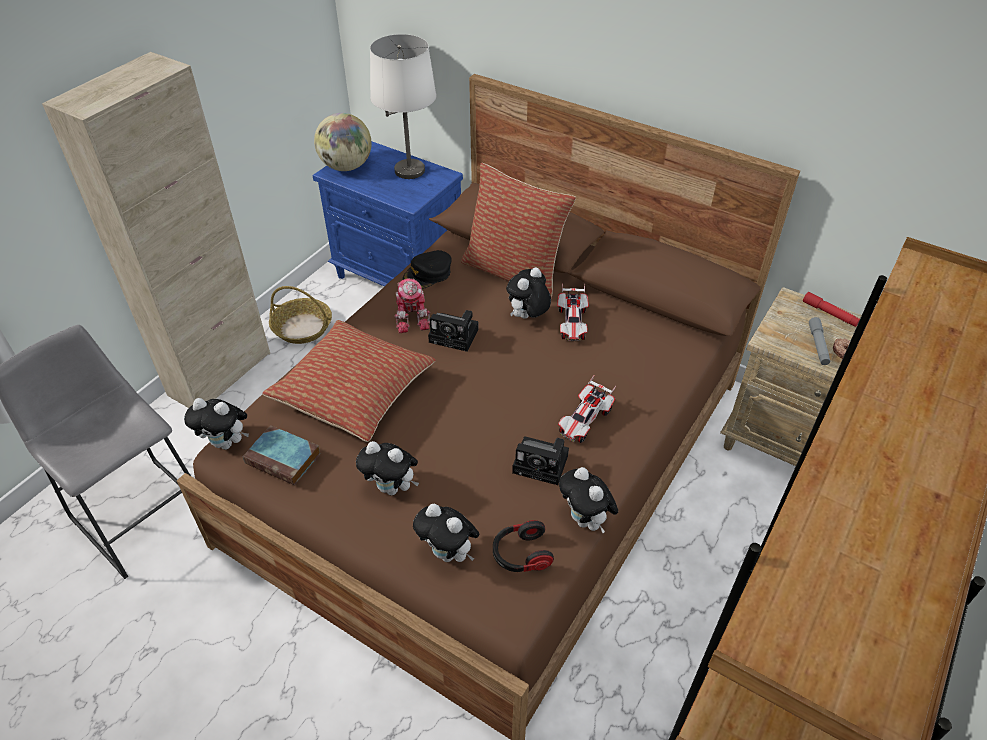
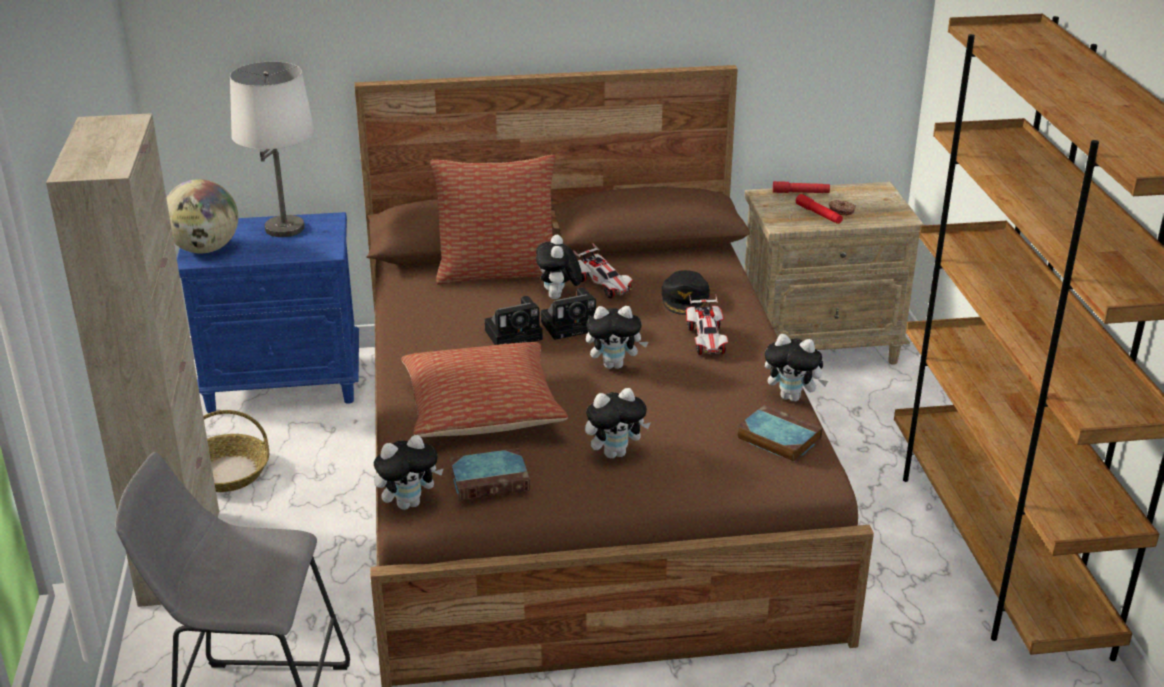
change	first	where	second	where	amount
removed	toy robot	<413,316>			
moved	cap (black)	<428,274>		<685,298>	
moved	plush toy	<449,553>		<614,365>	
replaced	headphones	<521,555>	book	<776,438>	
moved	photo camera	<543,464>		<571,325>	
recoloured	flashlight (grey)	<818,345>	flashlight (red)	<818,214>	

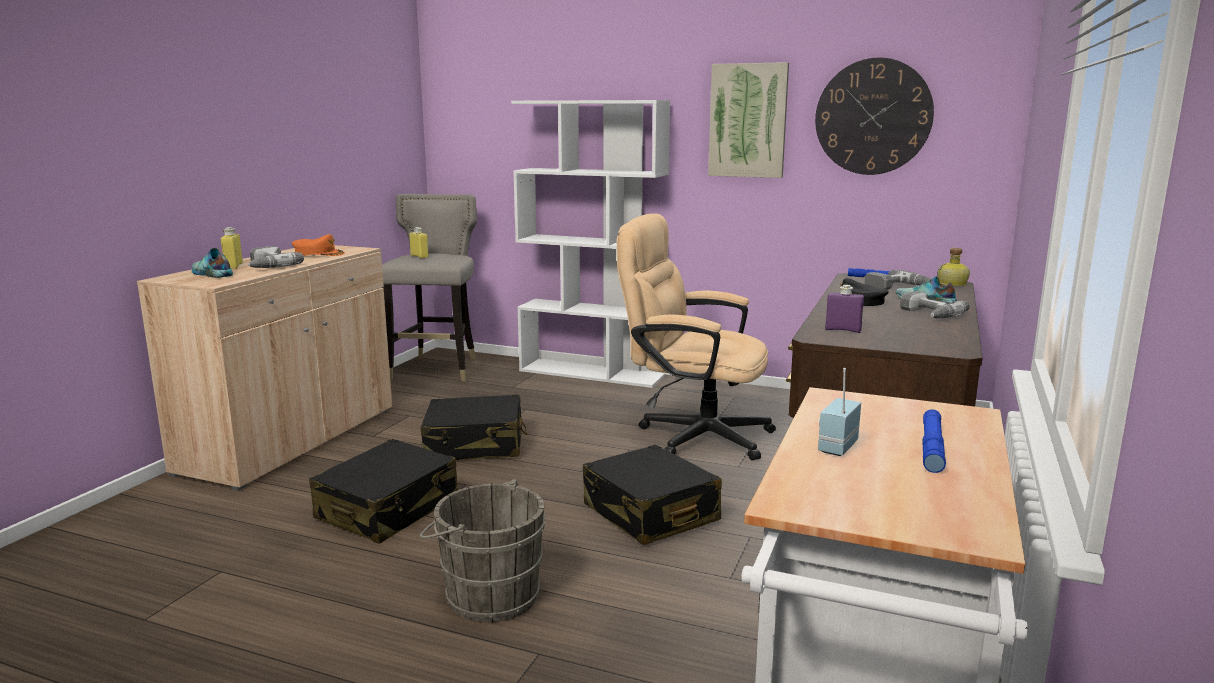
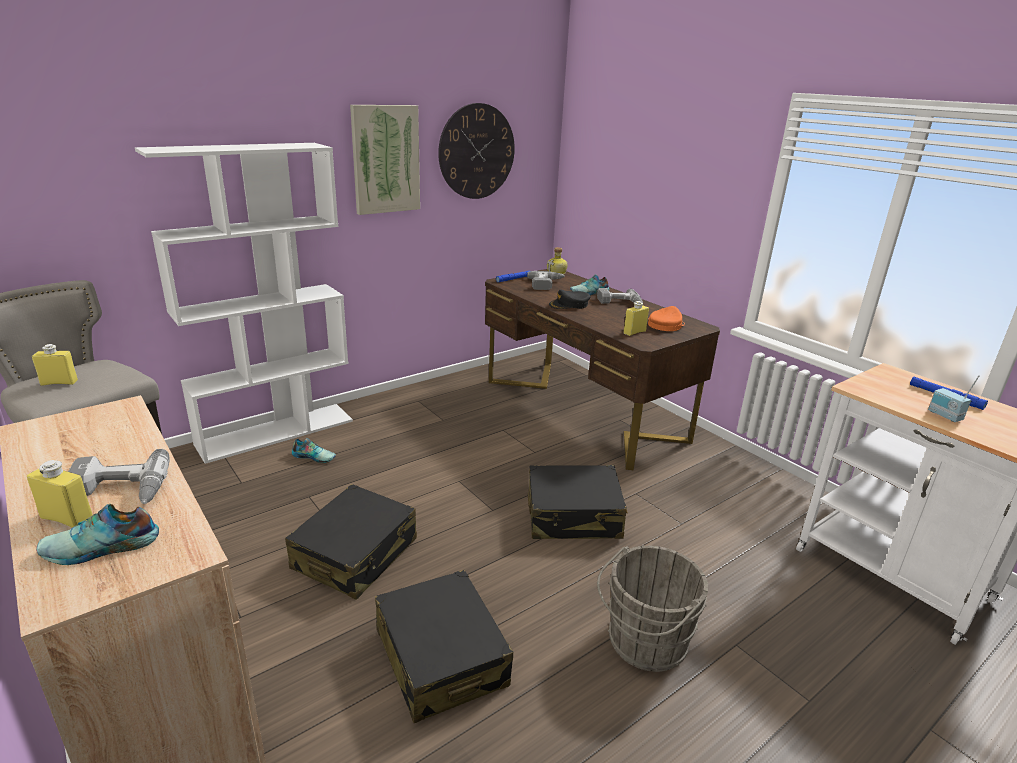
change	first	where	second	where	amount
moved	cap (orange)	<319,253>		<665,325>	
removed	office chair (beige)	<693,435>			
recoloured	bottle (purple)	<843,330>	bottle (yellow)	<634,332>	
added			shoe	<314,456>	

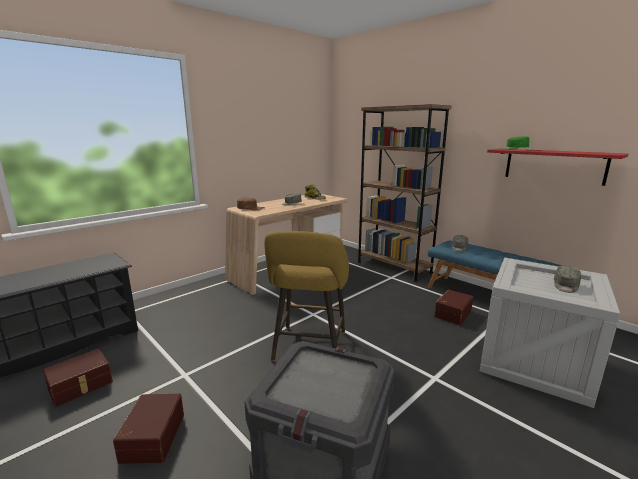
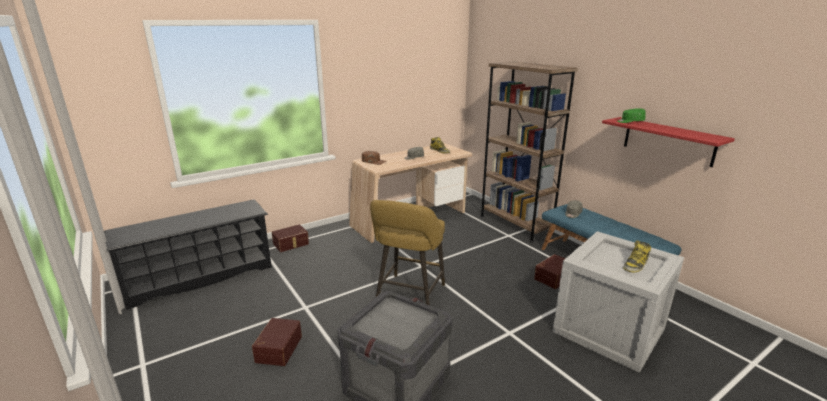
change	first	where	second	where	amount
moved	storage box (brown)	<81,385>		<291,244>	
replaced	cap (grey)	<565,286>	boot	<635,265>	

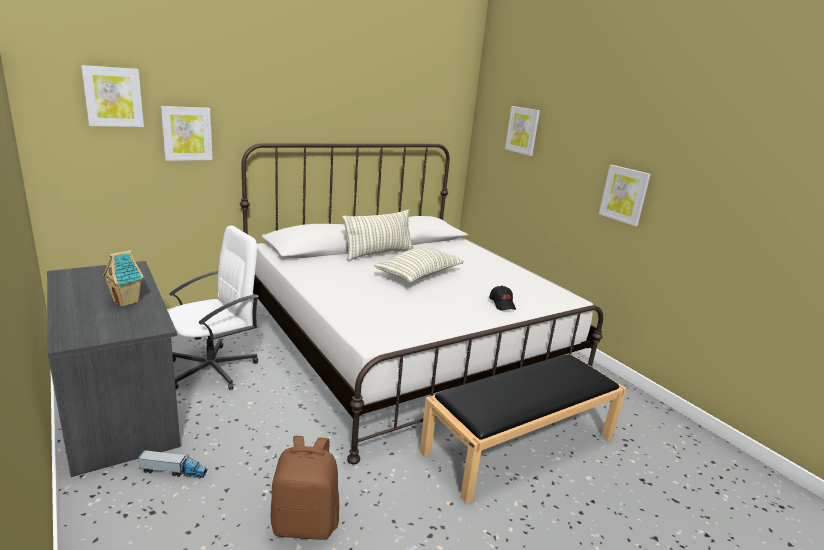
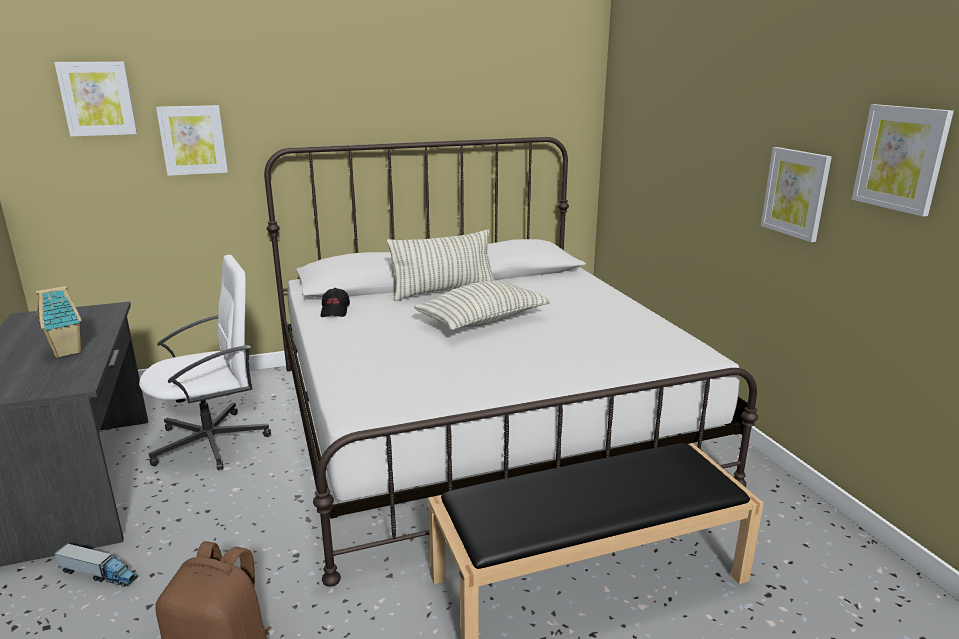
change	first	where	second	where	amount
moved	cap (black)	<502,304>		<335,311>	
moved	picture	<522,130>		<901,158>	

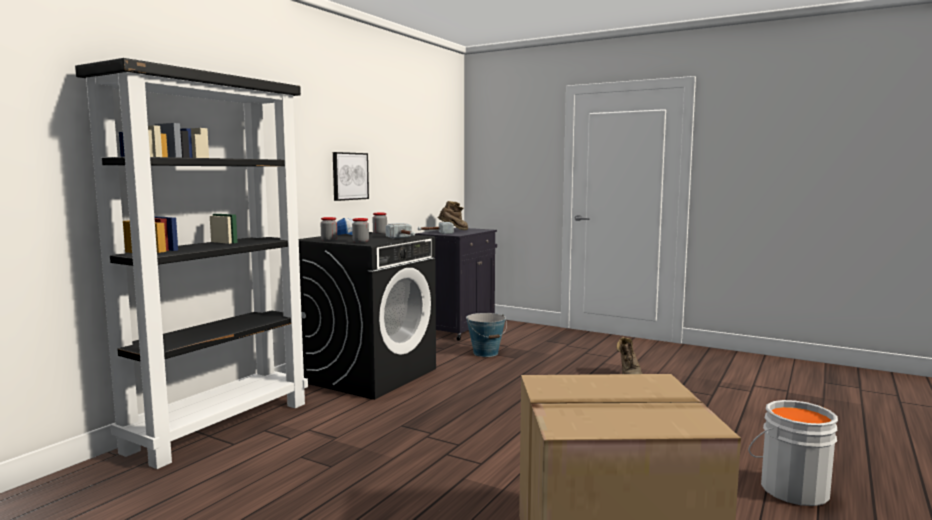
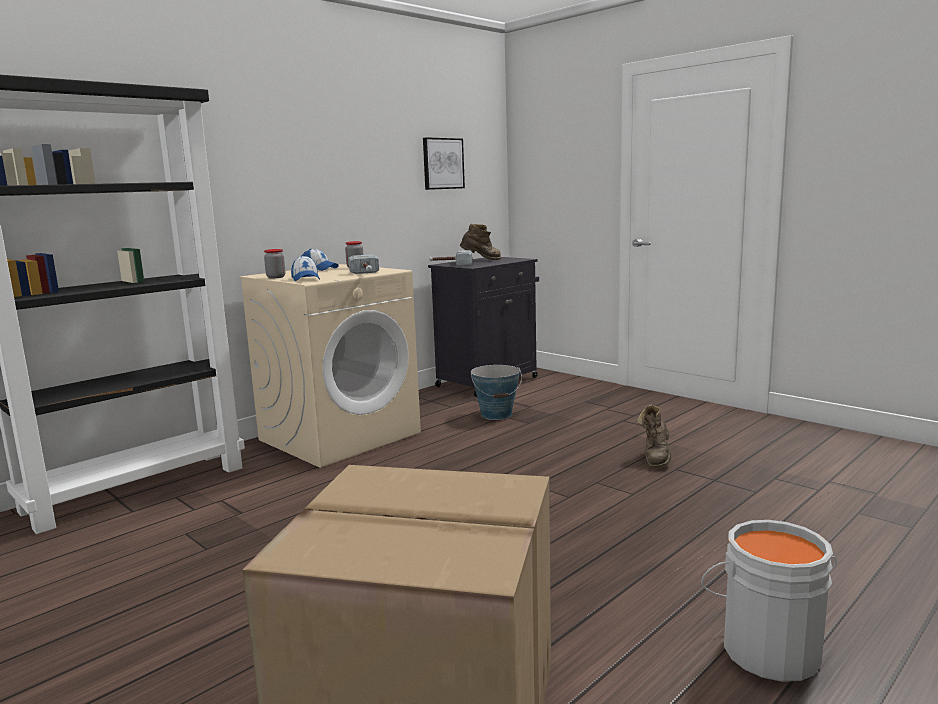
change	first	where	second	where	amount
recoloured	washing machine (black)	<369,375>	washing machine (beige)	<340,436>	
moved	picture	<349,176>		<442,163>	
replaced	jar	<360,242>	cap	<305,279>	

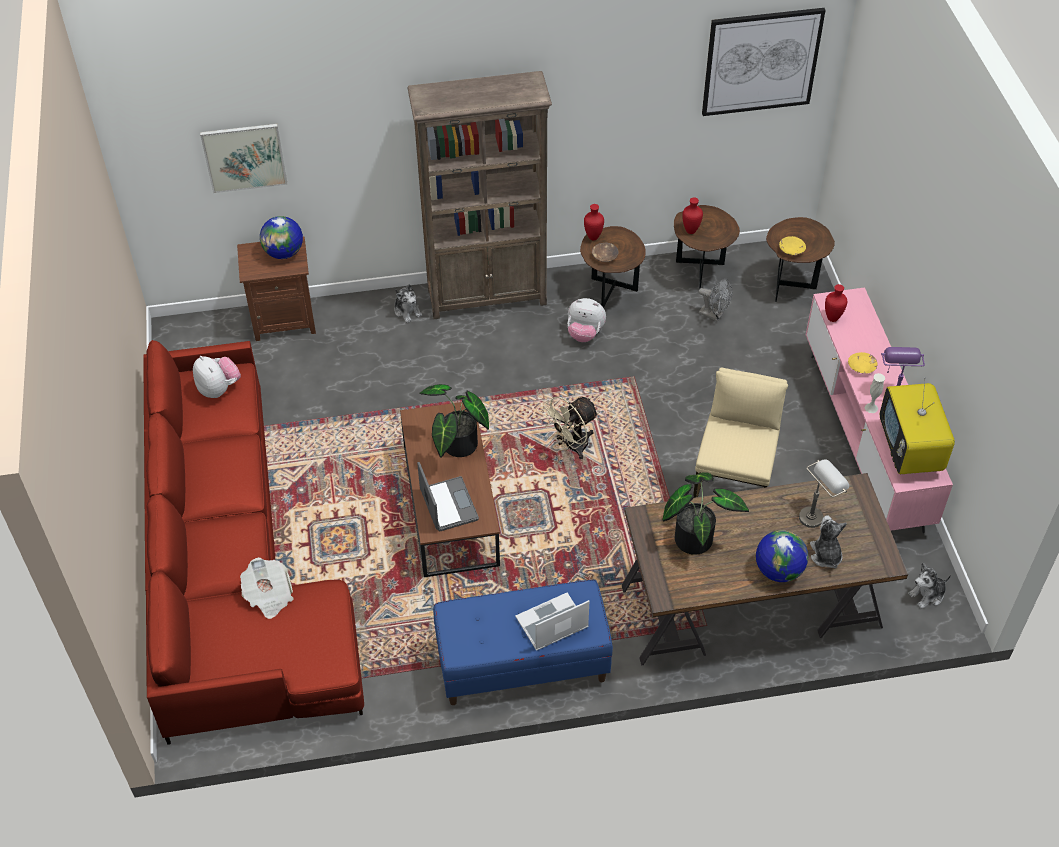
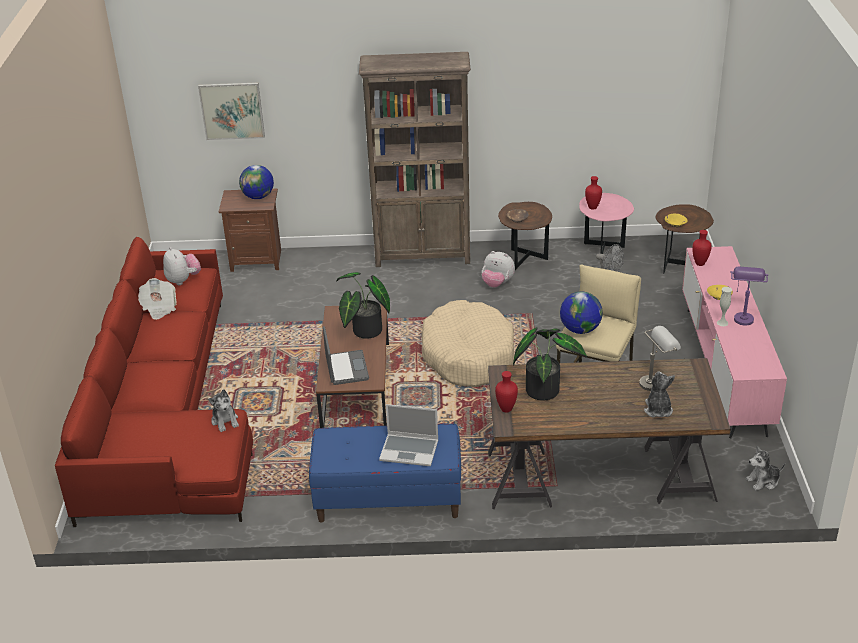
change	first	where	second	where	amount
moved	newspaper	<268,596>		<159,308>	
moved	plush toy	<407,311>		<225,421>	
turned	laptop	<551,624>		<410,450>	150 degrees counterclockwise
replaced	fan (beige)	<571,447>	dog bed (beige)	<468,355>	
moved	vase (red)	<592,237>		<505,409>	
recoloured	side table (brown)	<700,274>	side table (pink)	<603,252>	
removed	picture	<761,61>			
moved	globe	<778,570>		<580,329>	
removed	television	<910,451>			

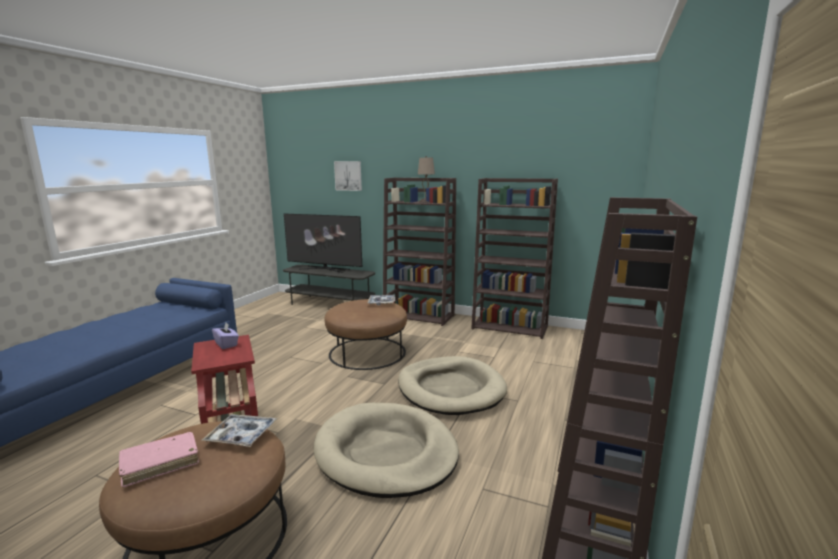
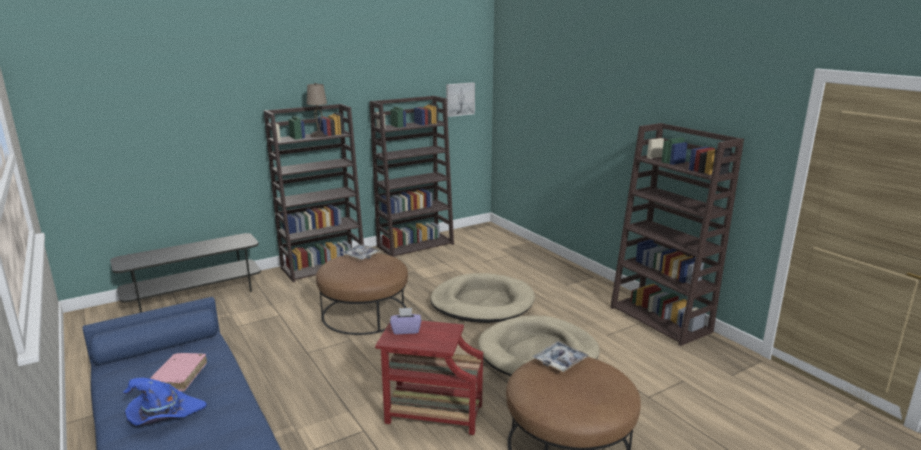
change	first	where	second	where	amount
moved	book (pink)	<160,464>		<179,377>	
removed	television	<324,269>			
moved	picture	<348,175>		<459,99>	
added			hat (blue)	<164,415>	

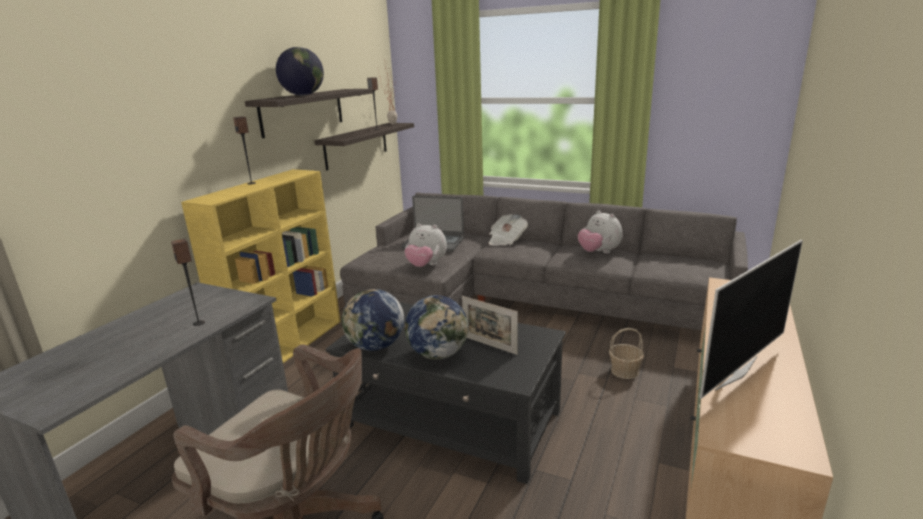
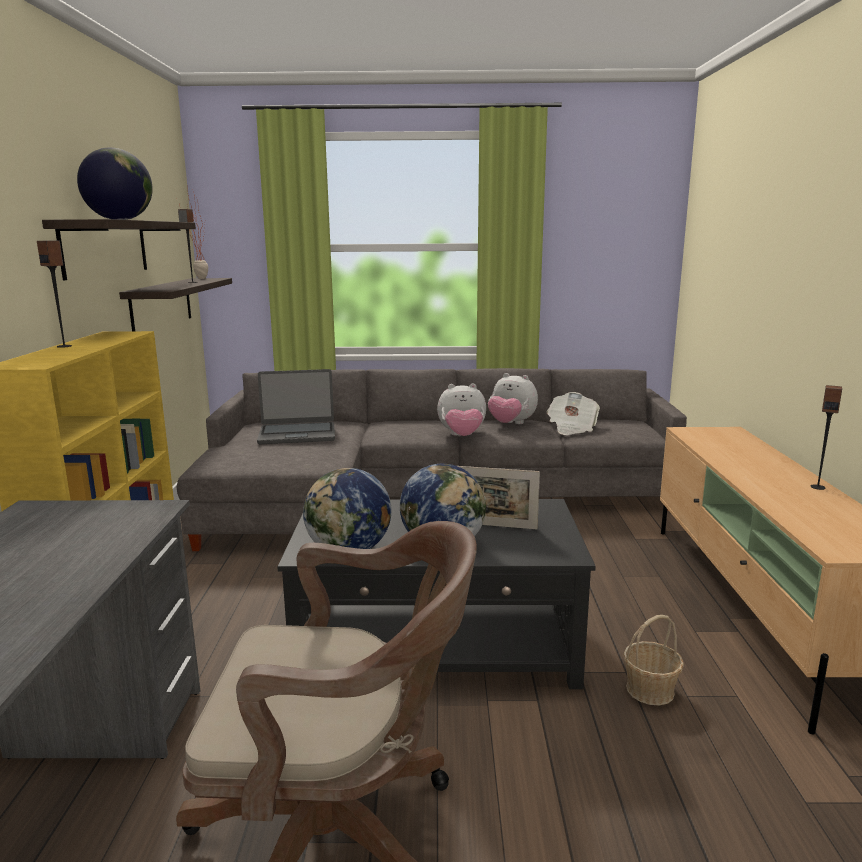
change	first	where	second	where	amount
moved	speaker	<199,323>		<817,487>	
moved	plush toy	<426,266>		<462,436>	
moved	newspaper	<506,240>		<571,428>	
moved	basket	<625,371>		<650,690>	
removed	television	<735,372>			

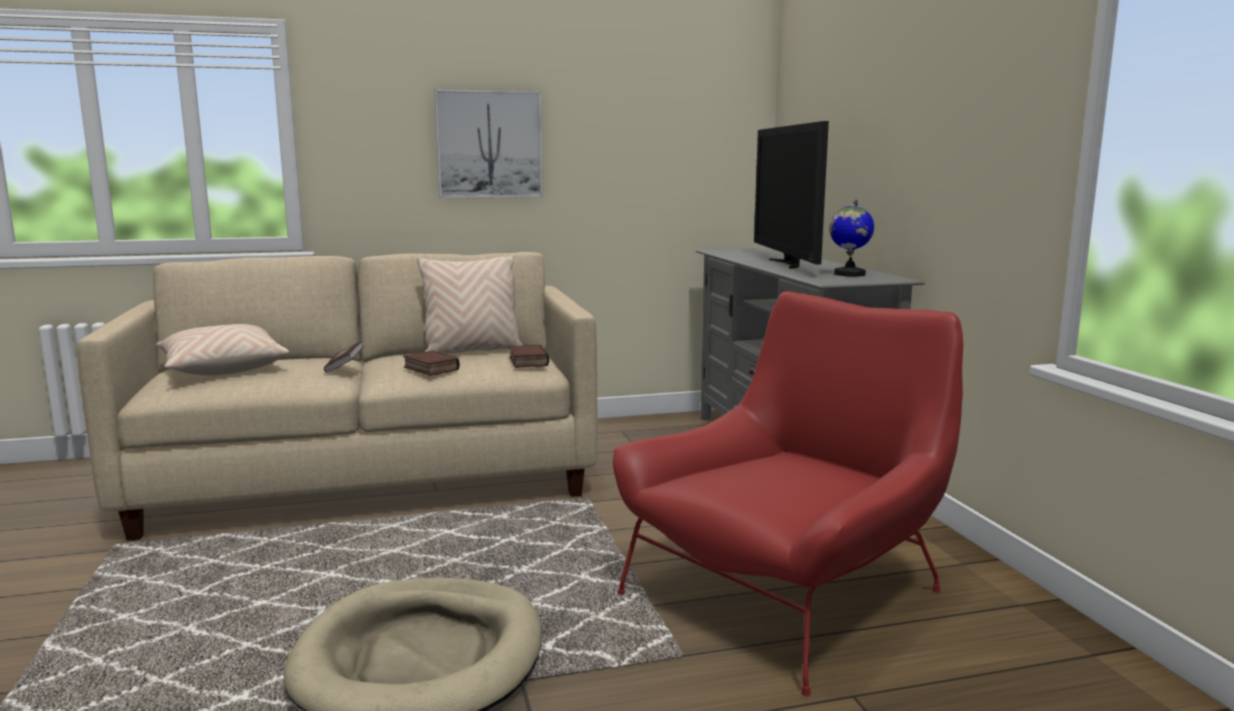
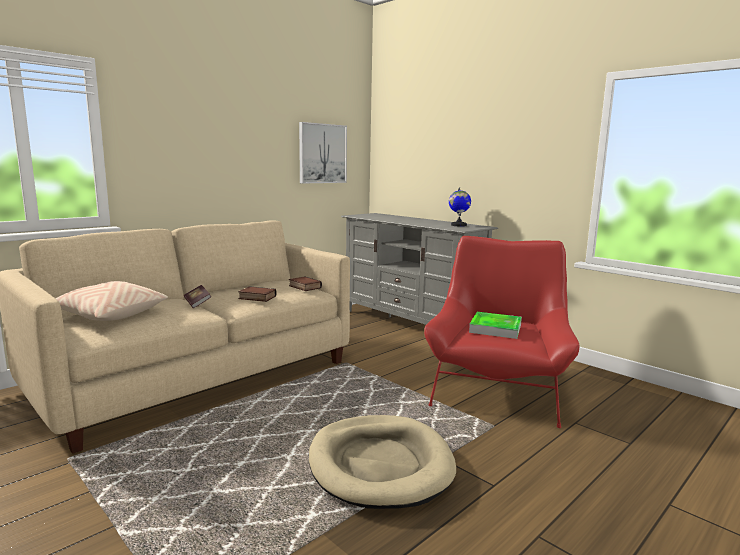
change	first	where	second	where	amount
removed	pillow (beige)	<472,352>			
moved	picture	<489,144>		<322,153>	
removed	television	<787,263>			
added			tray	<495,328>	

